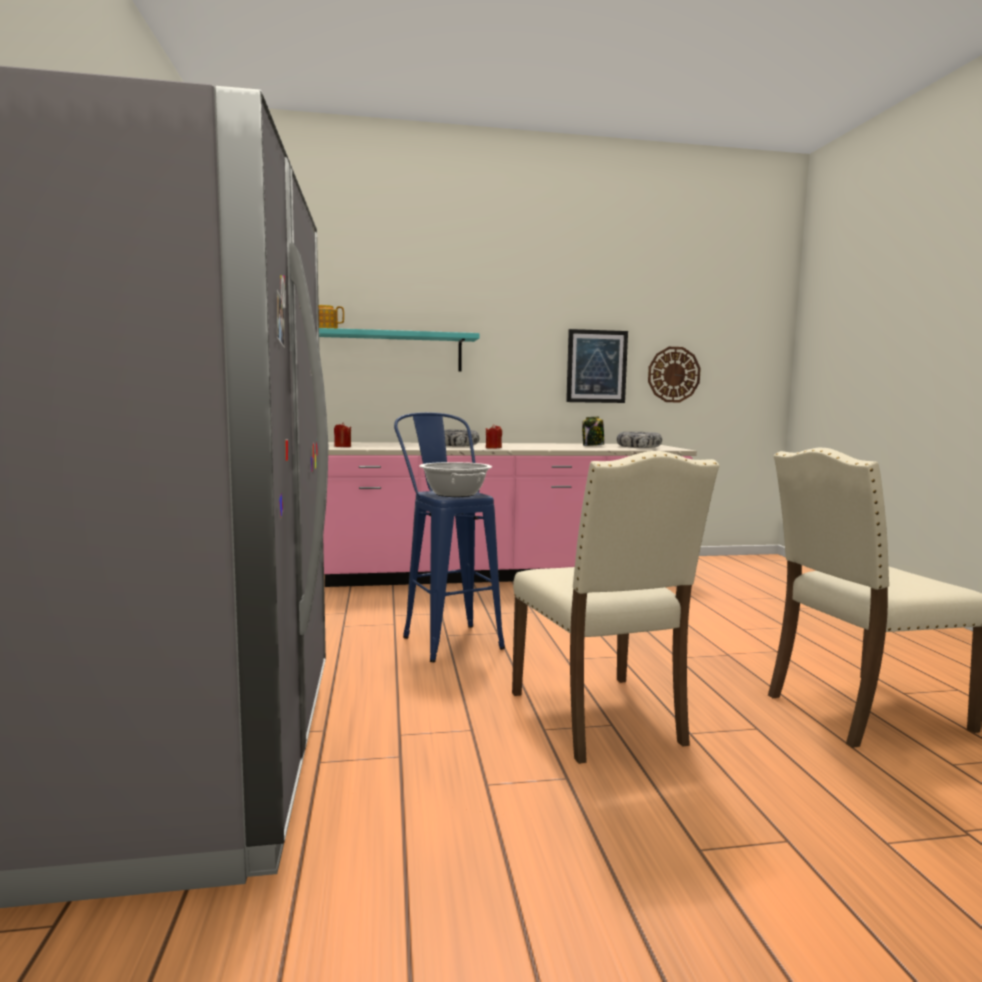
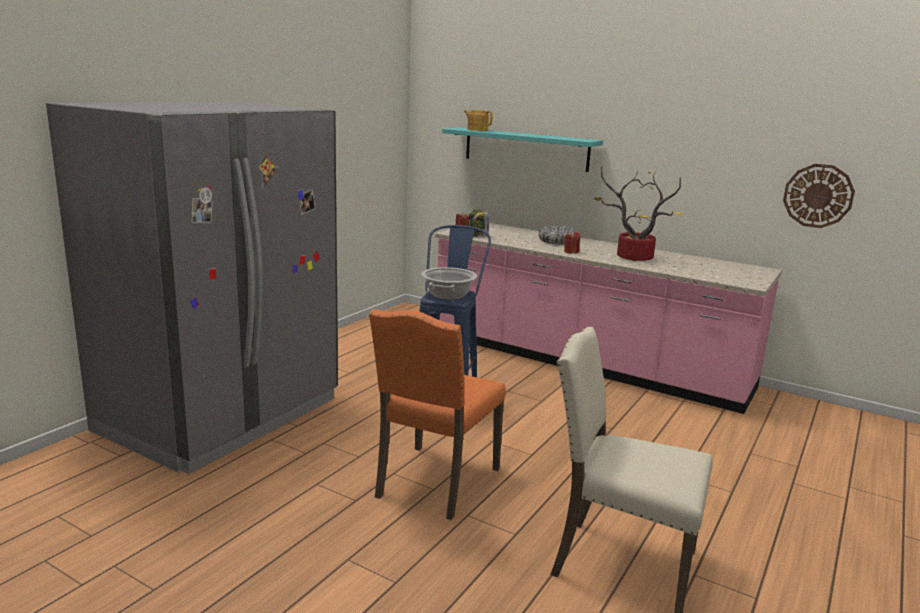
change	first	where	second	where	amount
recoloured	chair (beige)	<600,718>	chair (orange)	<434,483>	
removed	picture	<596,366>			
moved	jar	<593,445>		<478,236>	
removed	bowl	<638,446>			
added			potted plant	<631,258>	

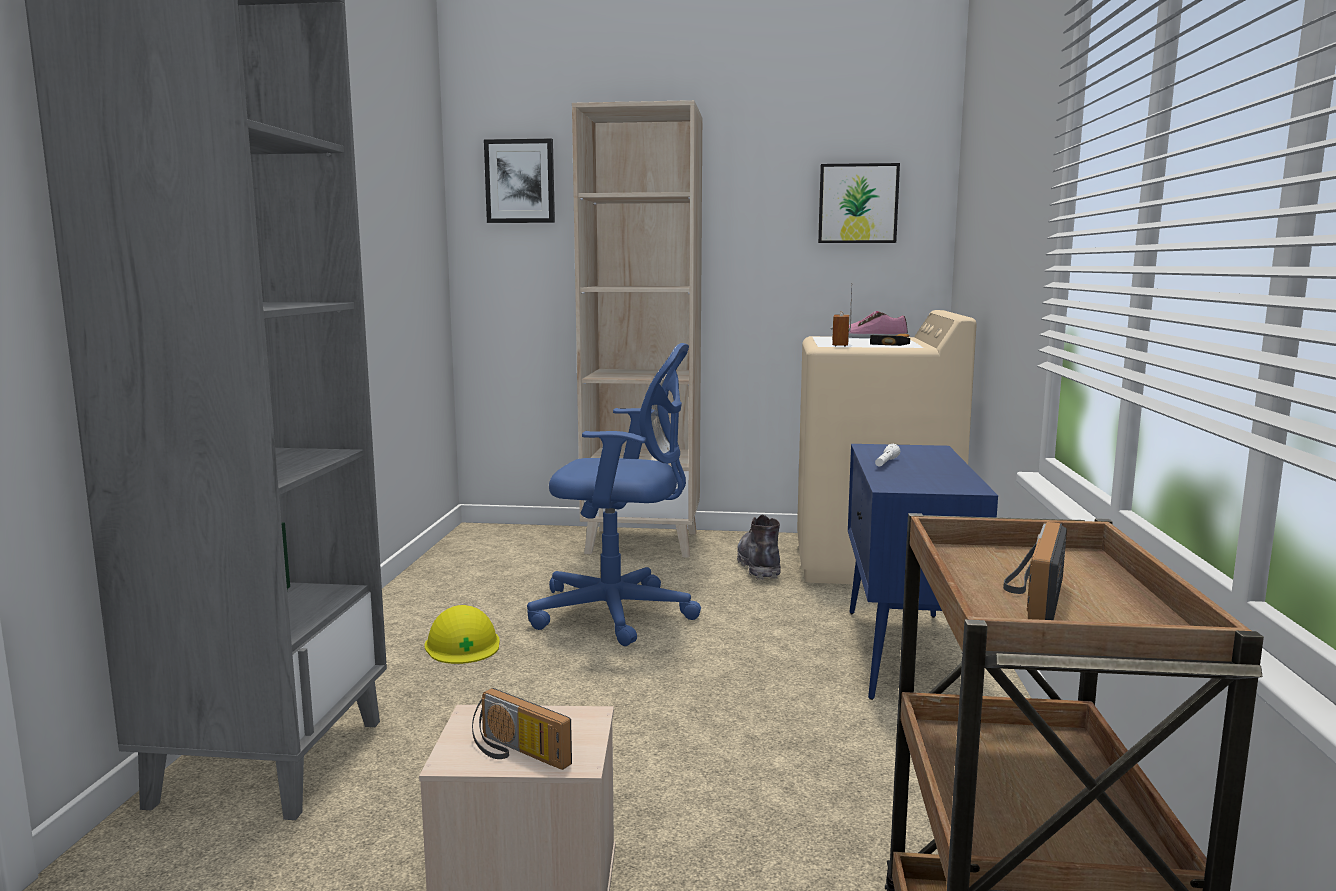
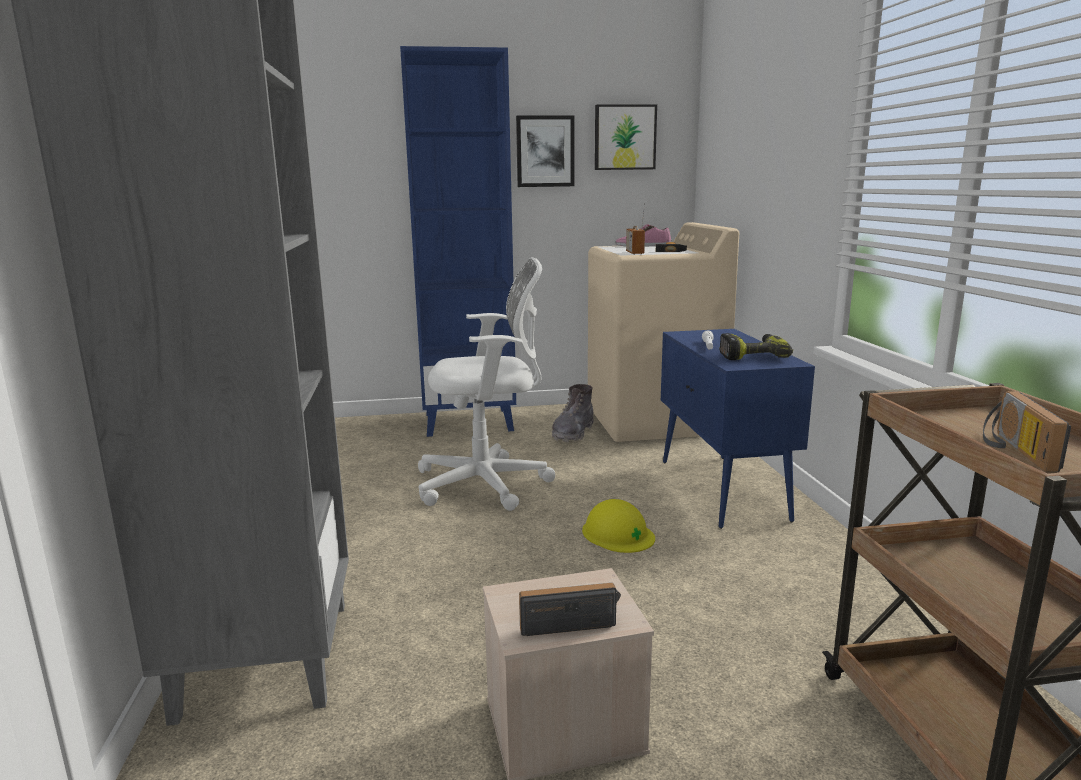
change	first	where	second	where	amount
moved	hard hat (yellow)	<462,644>		<618,533>	
turned	radio	<516,753>		<569,622>	150 degrees clockwise
moved	picture	<520,181>		<545,151>	
recoloured	office chair (blue)	<619,614>	office chair (white)	<488,484>	
recoloured	bookcase (beige)	<643,542>	bookcase (blue)	<469,422>	
turned	boot (grey)	<759,567>		<573,433>	135 degrees counterclockwise
added			power drill	<752,355>	

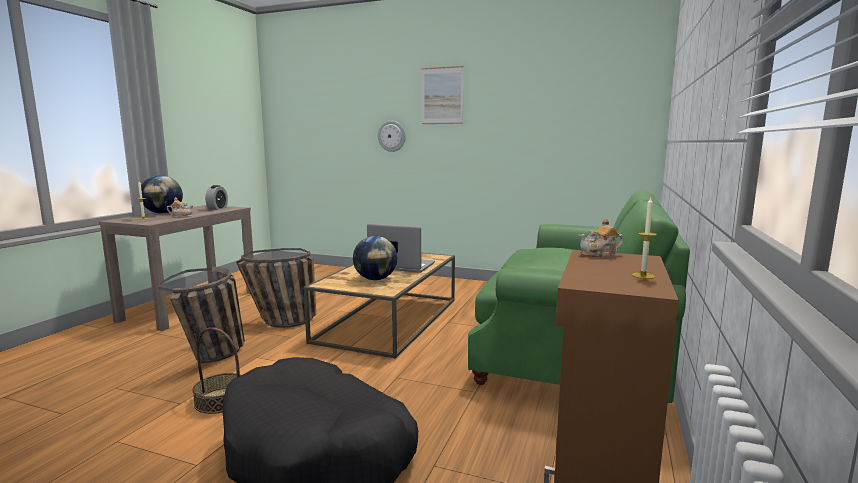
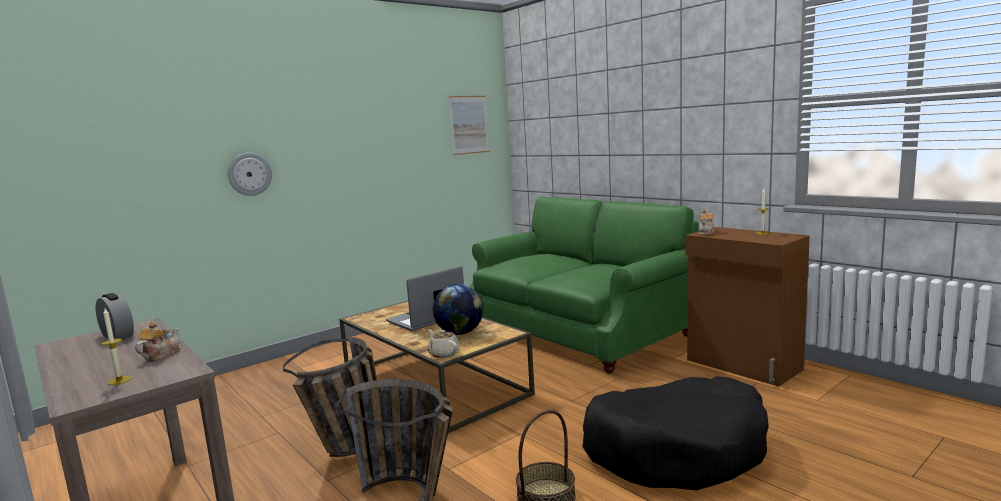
change	first	where	second	where	amount
removed	globe	<163,213>			
moved	picture	<442,95>		<469,124>	
added			teapot (beige)	<443,354>	

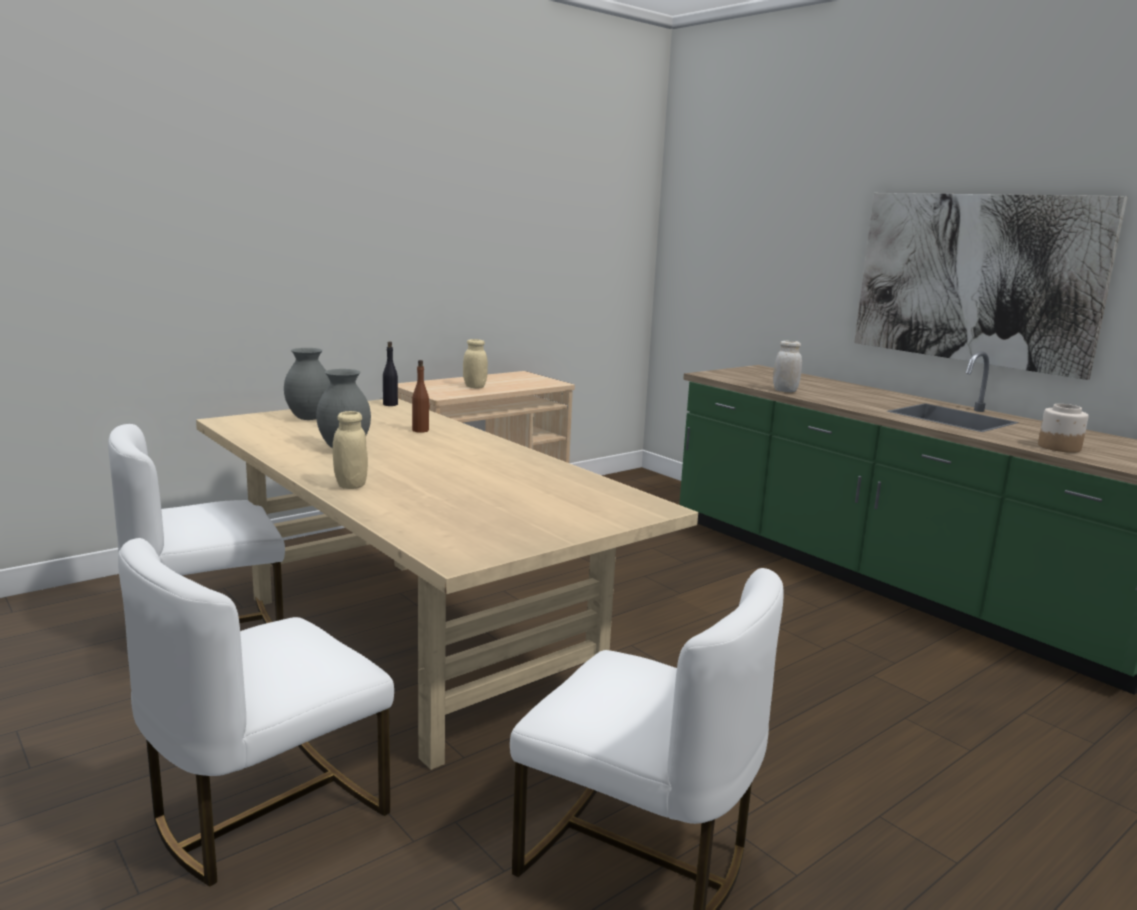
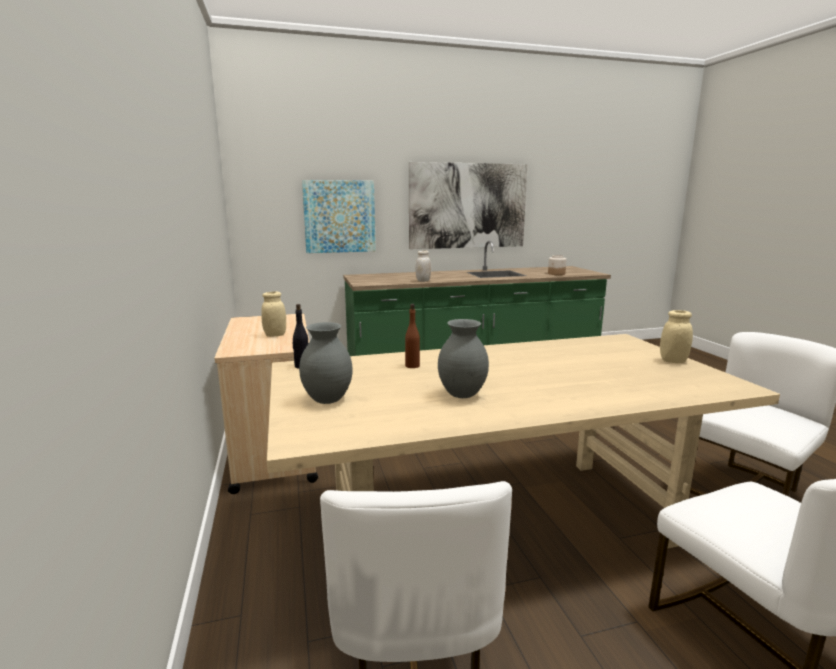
change	first	where	second	where	amount
moved	jar (beige)	<351,485>		<673,361>	
added			picture	<339,216>	

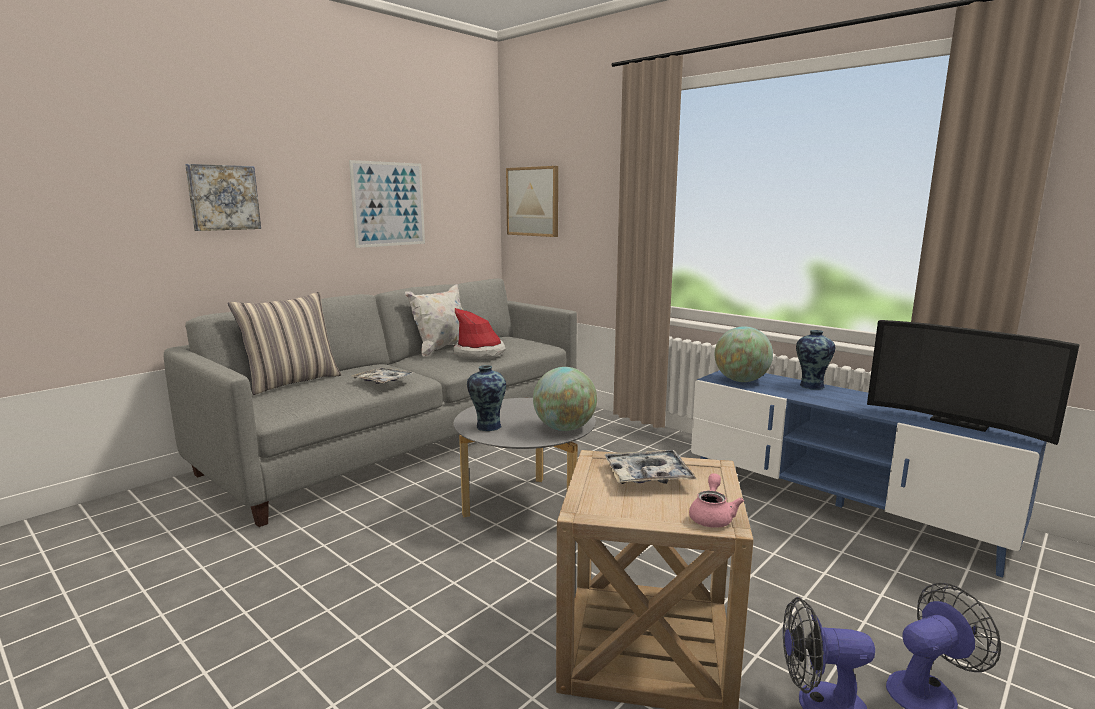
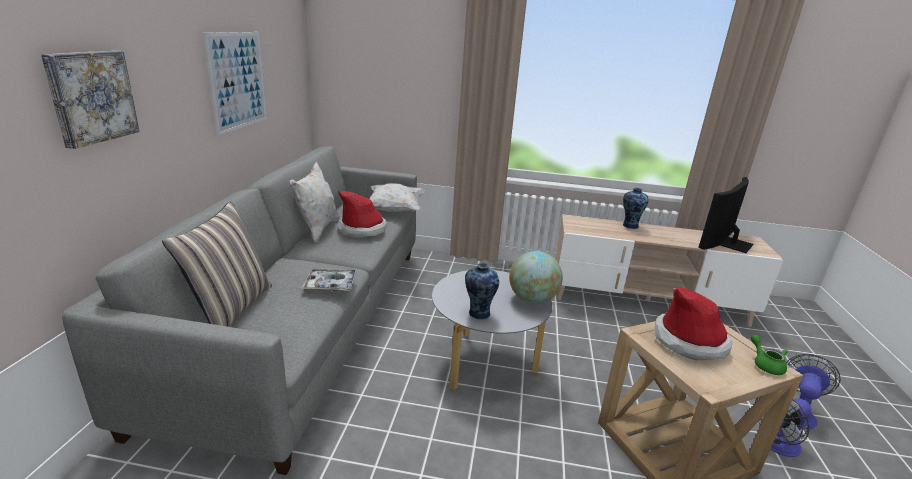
change	first	where	second	where	amount
removed	picture	<533,201>			
replaced	tray	<647,476>	hat	<689,341>	
recoloured	teapot (pink)	<712,516>	teapot (green)	<765,364>	
recoloured	tv stand (blue)	<838,506>	tv stand (beige)	<647,301>	
removed	globe	<741,381>			
turned	television	<958,422>		<728,242>	120 degrees clockwise
added			pillow (white)	<394,210>	

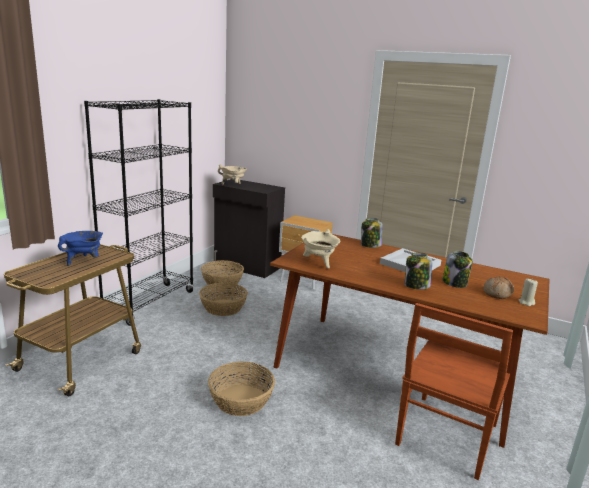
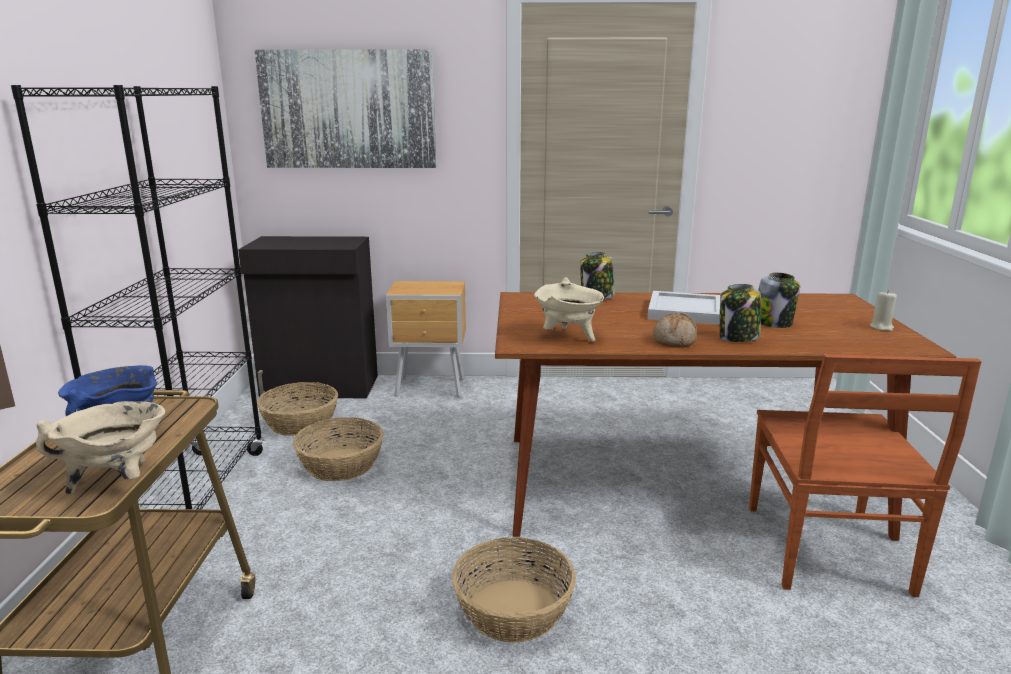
change	first	where	second	where	amount
moved	cooking pot (beige)	<233,185>		<118,482>	
moved	bread	<498,294>		<675,341>	
added			picture	<348,110>	

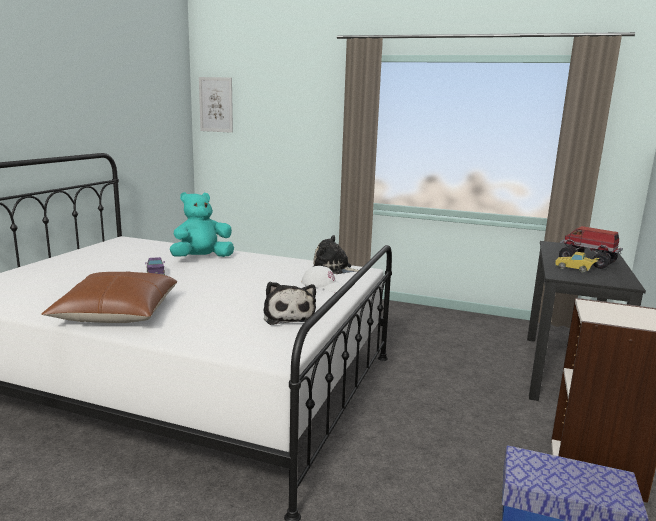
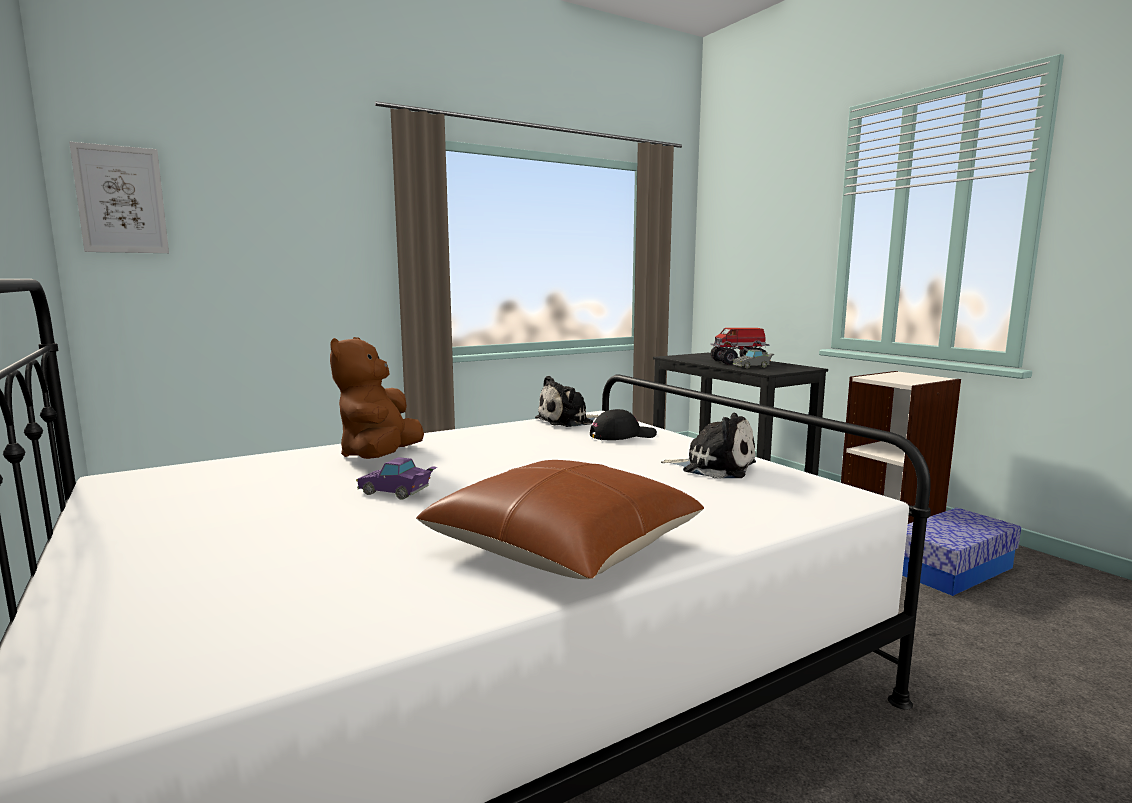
change	first	where	second	where	amount
recoloured	plush toy (turquoise)	<202,258>	plush toy (brown)	<380,457>	
recoloured	cap (white)	<323,285>	cap (black)	<622,435>	
recoloured	toy car (yellow)	<575,269>	toy car (grey)	<753,366>	

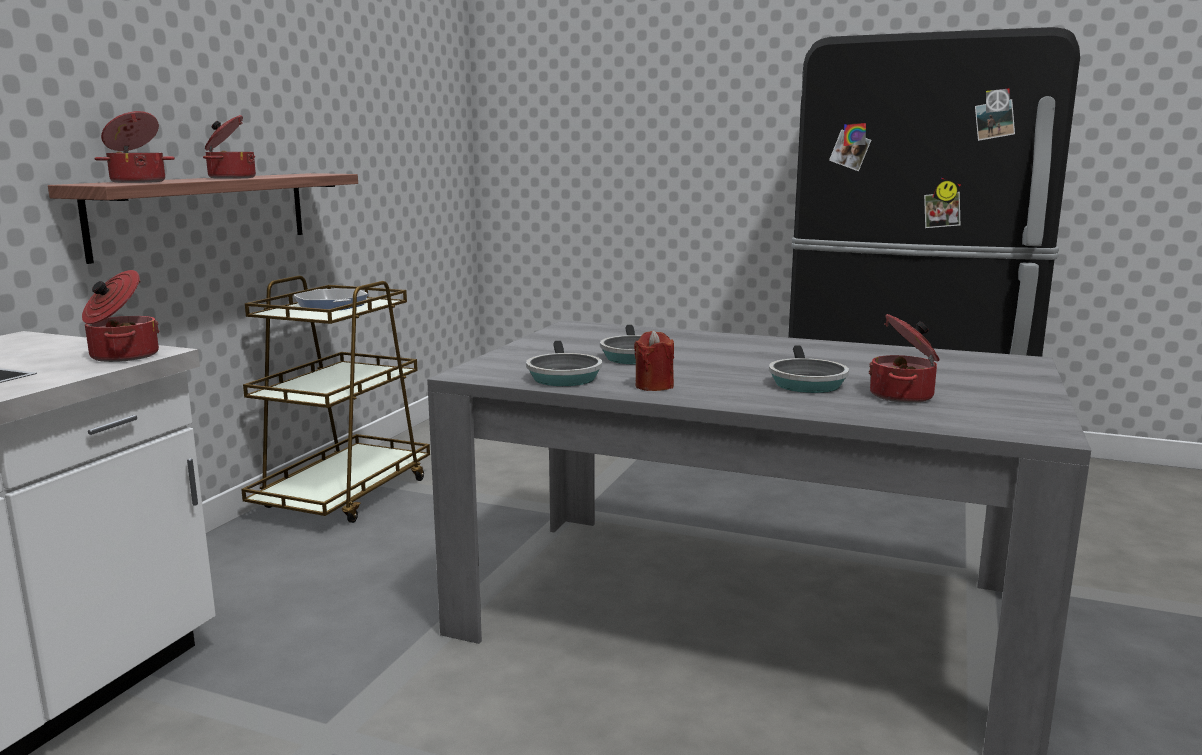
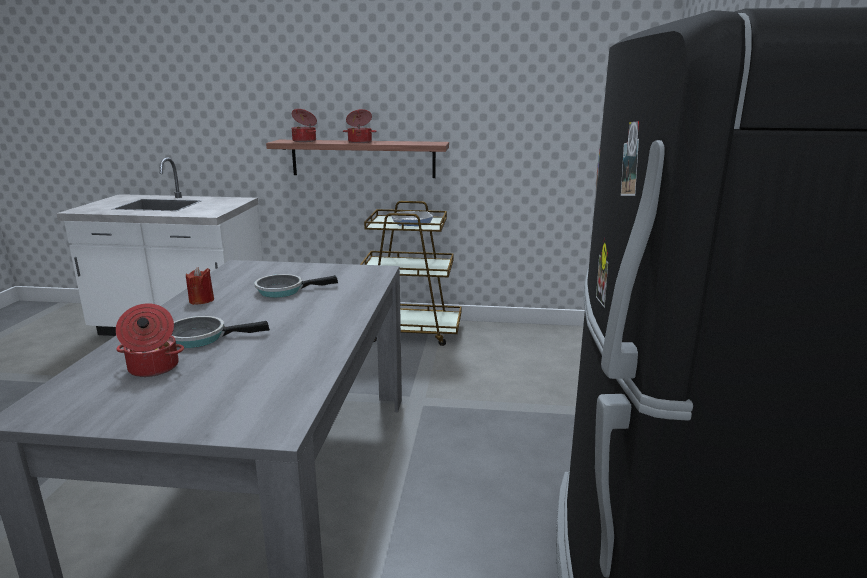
change	first	where	second	where	amount
removed	cooking pot	<122,356>			
removed	frying pan	<562,376>			

